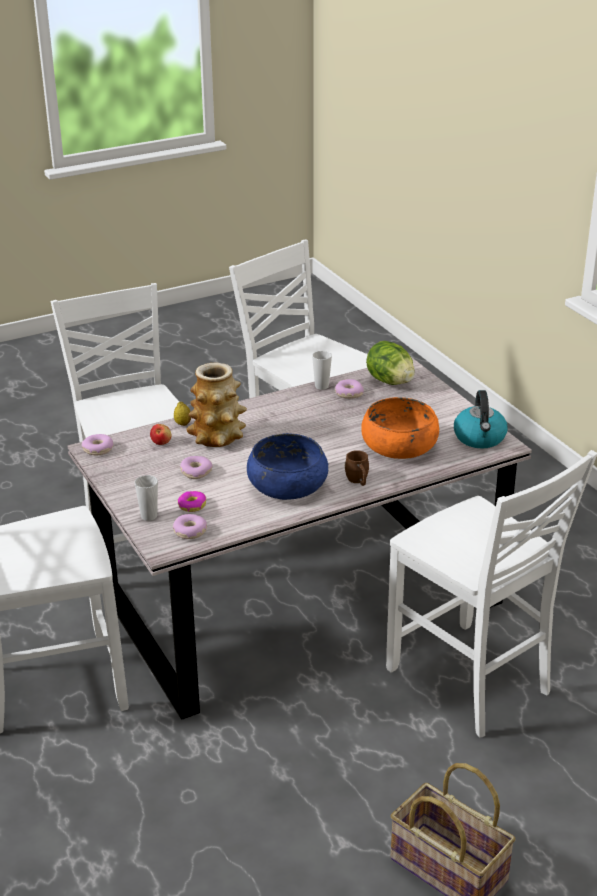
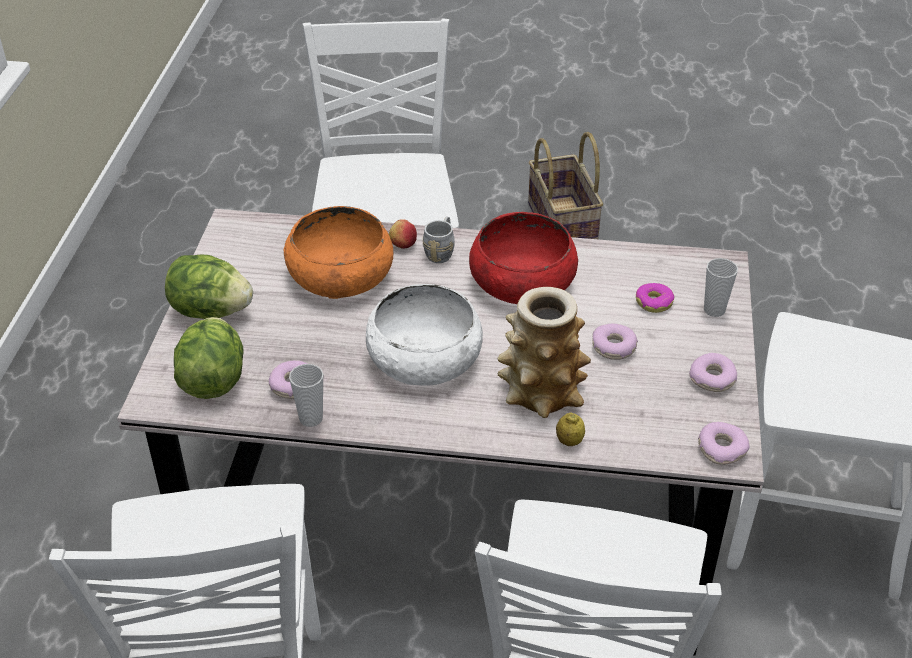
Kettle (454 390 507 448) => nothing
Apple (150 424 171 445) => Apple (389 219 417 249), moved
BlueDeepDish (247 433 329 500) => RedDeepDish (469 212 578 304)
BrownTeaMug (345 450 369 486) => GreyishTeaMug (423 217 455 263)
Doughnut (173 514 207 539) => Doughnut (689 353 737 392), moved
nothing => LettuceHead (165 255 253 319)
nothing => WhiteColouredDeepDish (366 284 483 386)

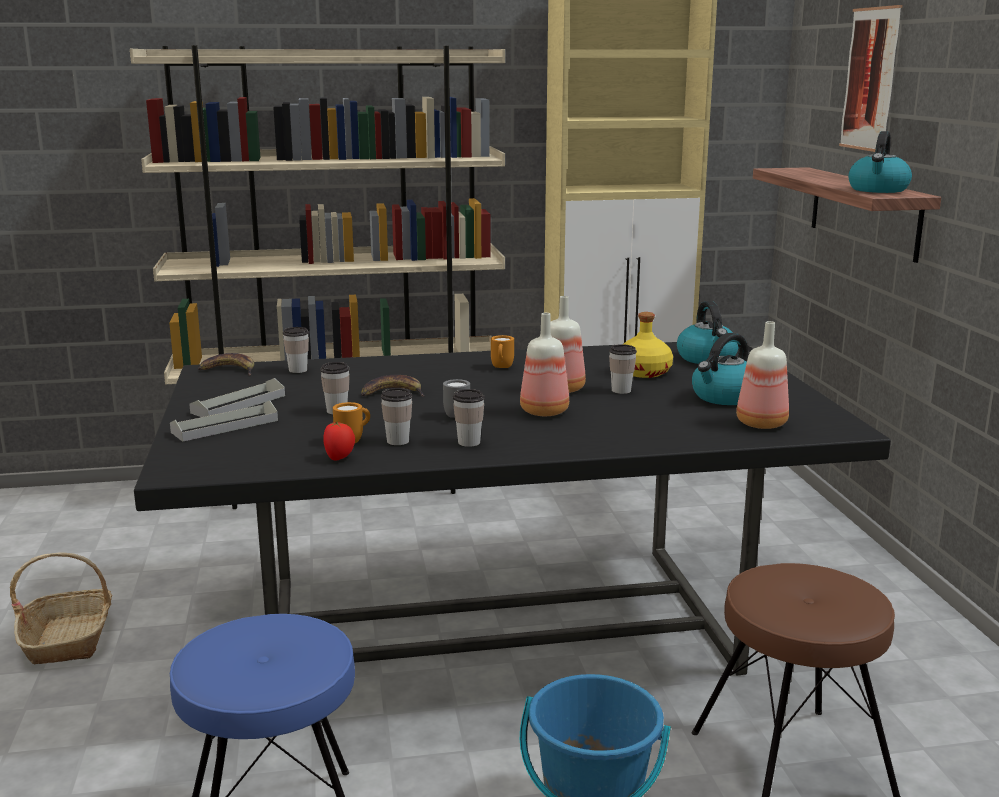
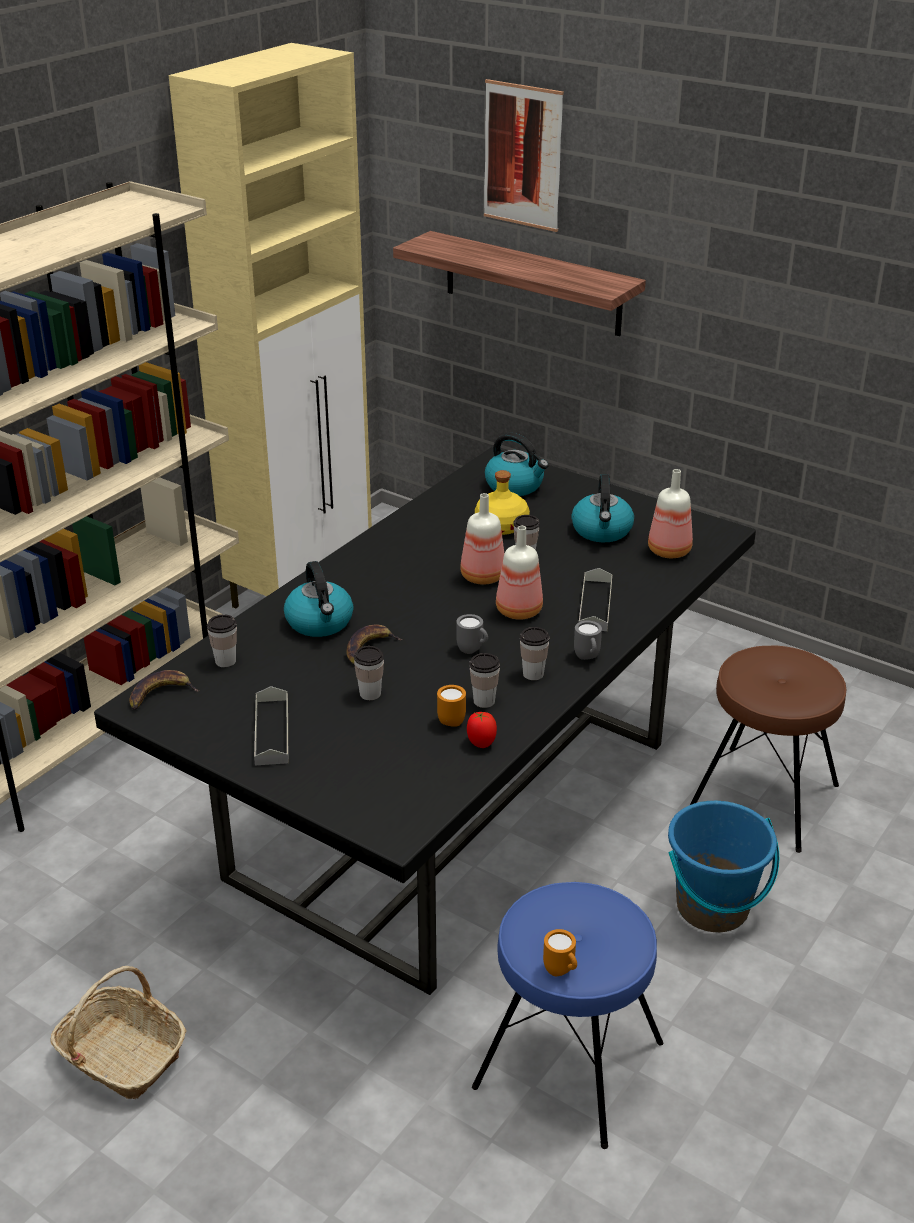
Kettle (848 131 912 193) => Kettle (284 561 353 637), moved
OrangeColouredTeaMug (491 335 514 368) => OrangeColouredTeaMug (543 929 577 976), moved
GreyishTray (170 401 278 442) => GreyishTray (579 568 612 631), moved
nothing => GreyishTeaMug (574 621 602 660)

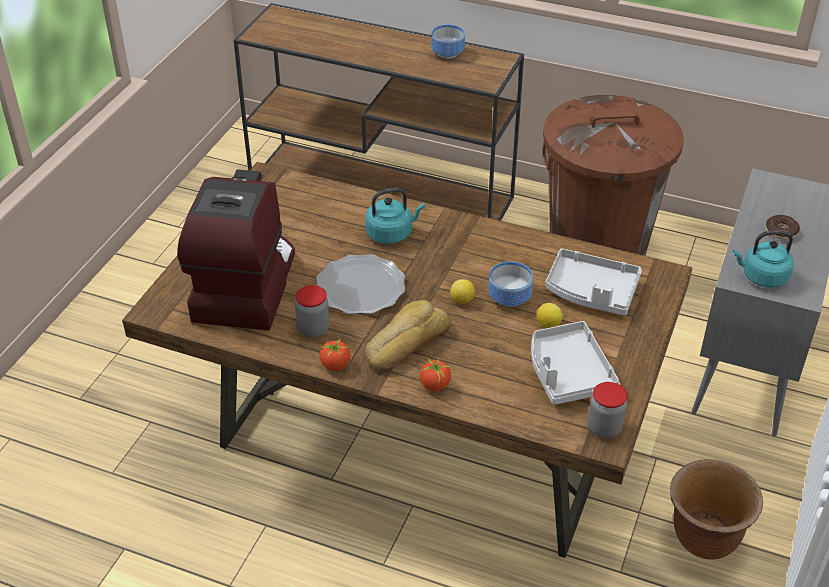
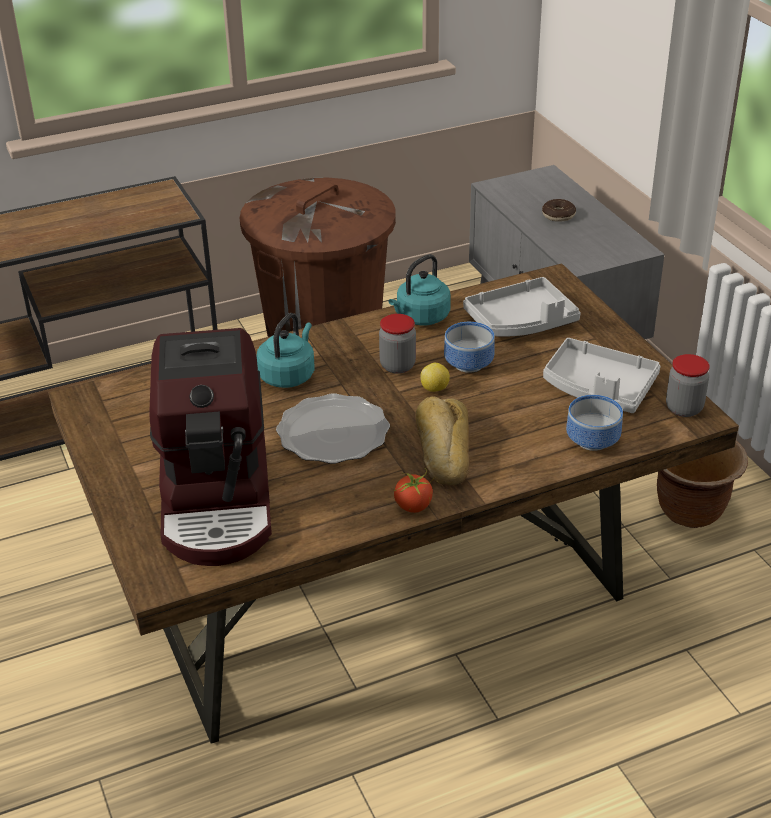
DeepDish (431 24 465 59) => DeepDish (566 395 623 451), moved
CoffeeMachine (177 169 295 331) => CoffeeMachine (150 328 272 566), 150 degrees counterclockwise
TurquoiseColouredKettle (733 231 794 288) => TurquoiseColouredKettle (389 254 451 325), moved
Jar (295 285 330 338) => Jar (379 314 416 374), moved
CitrusFruit (537 303 563 328) => nothing
Tomato (420 354 451 392) => nothing

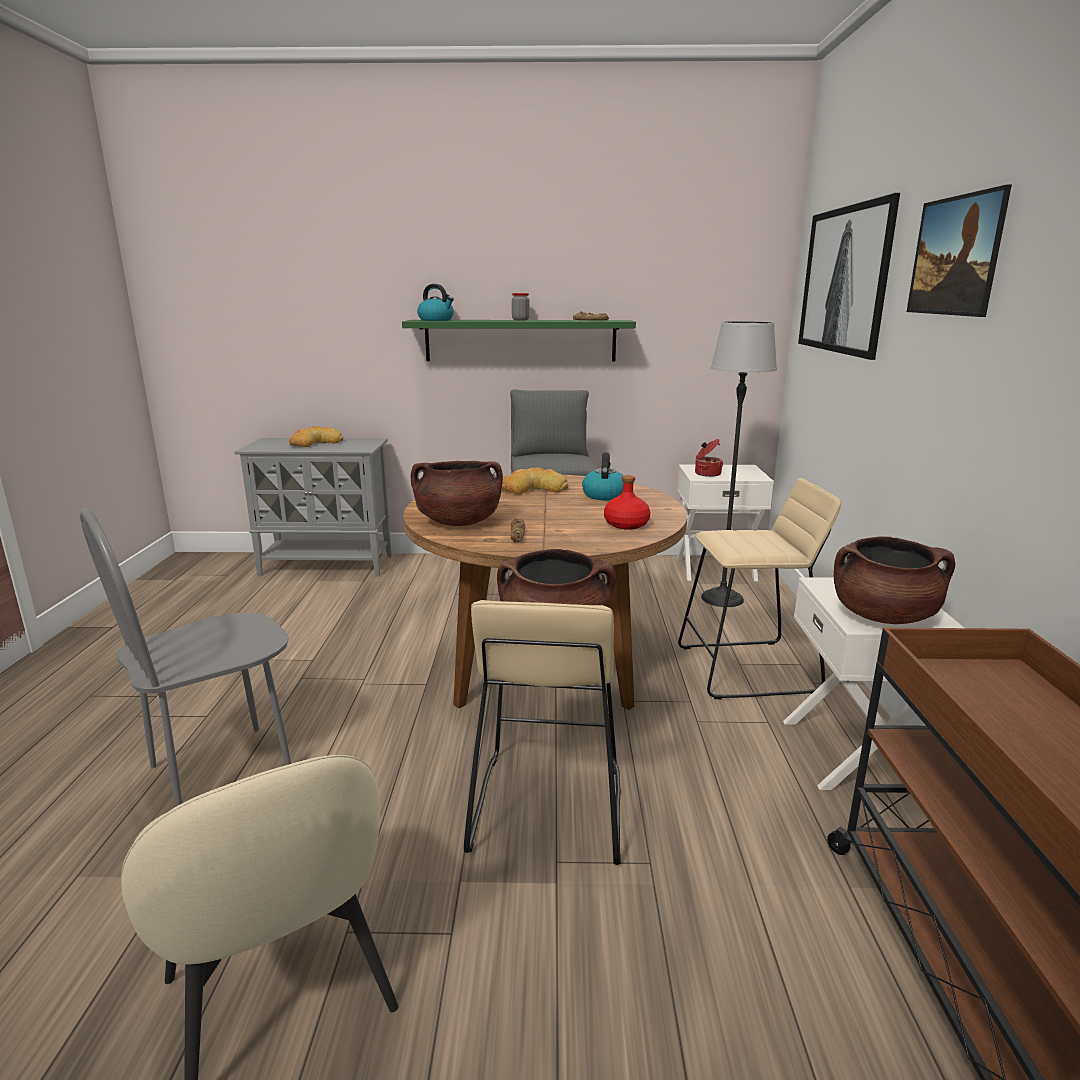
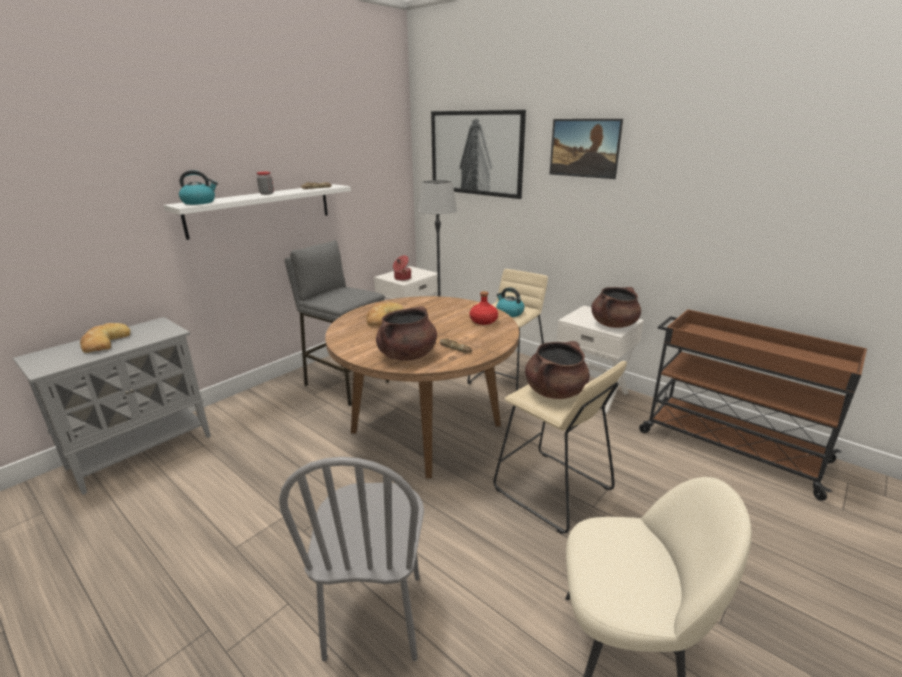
GreenishWallShelf (402 320 636 362) => WhiteColouredWallShelf (163 184 351 240)
Kettle (582 452 623 500) => Kettle (496 287 524 317), moved

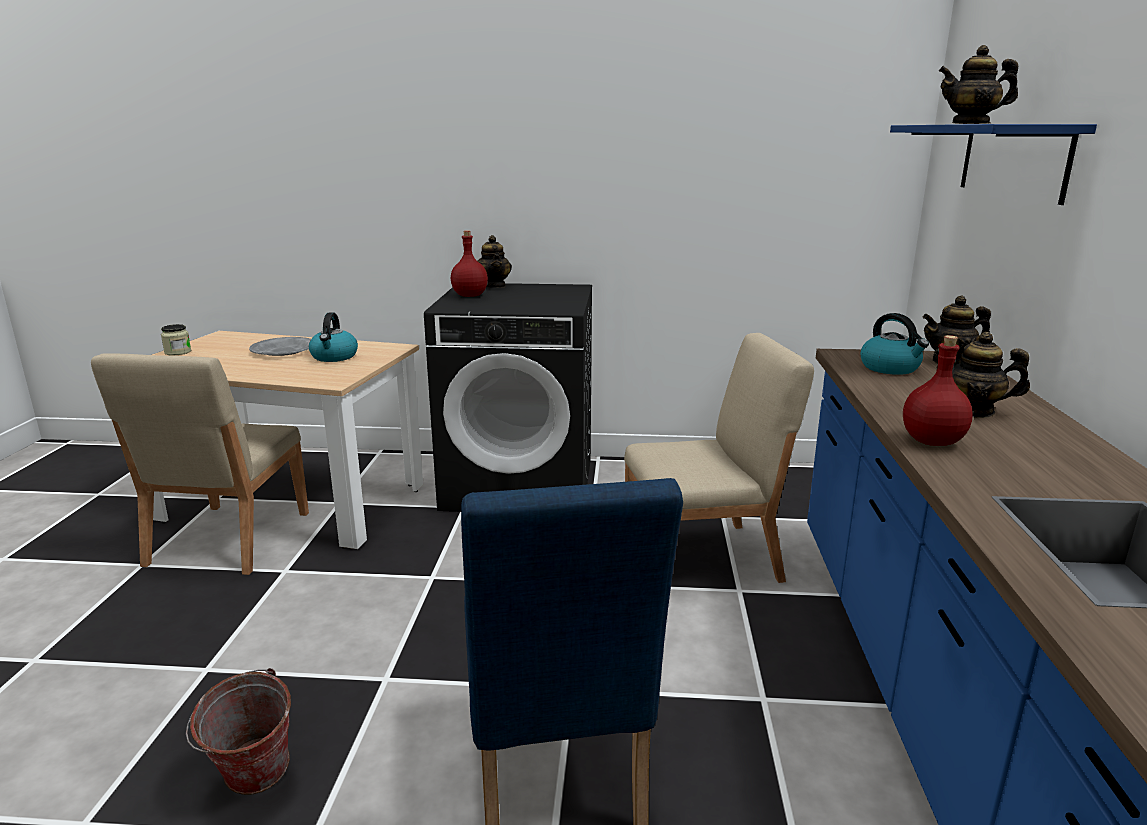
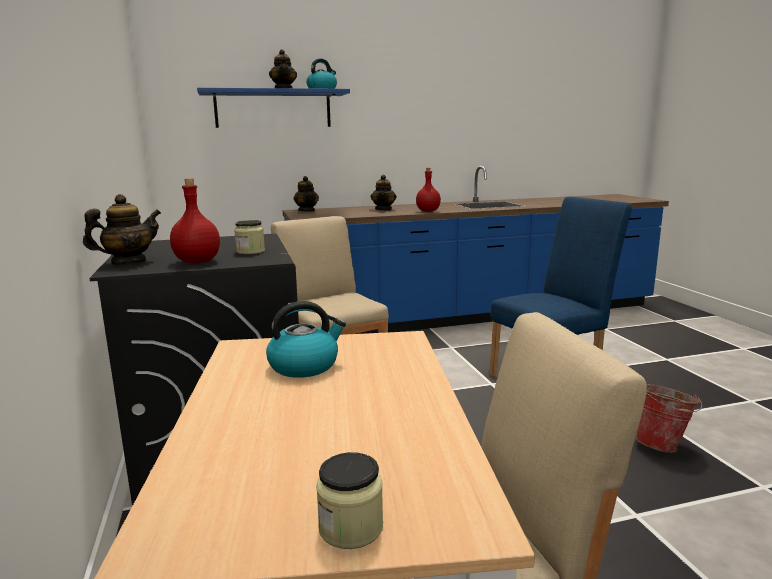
Kettle (861 313 929 375) => Kettle (306 58 337 89), moved
GreyishPlate (249 337 311 356) => nothing
nothing => Jar (234 220 265 254)

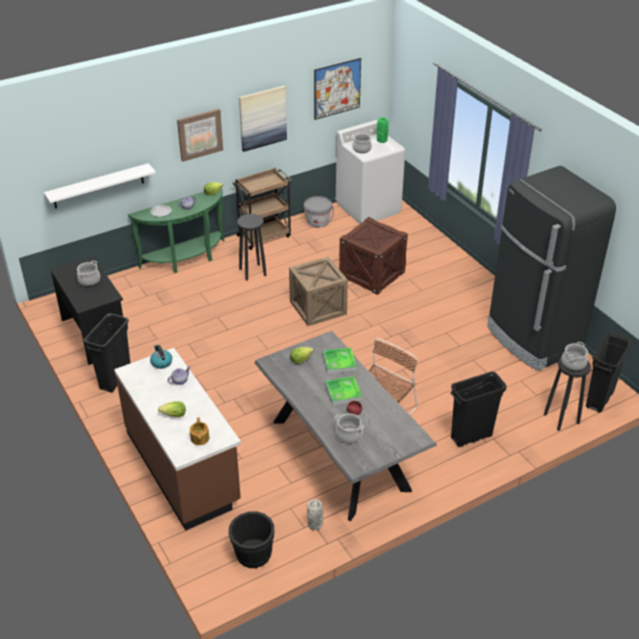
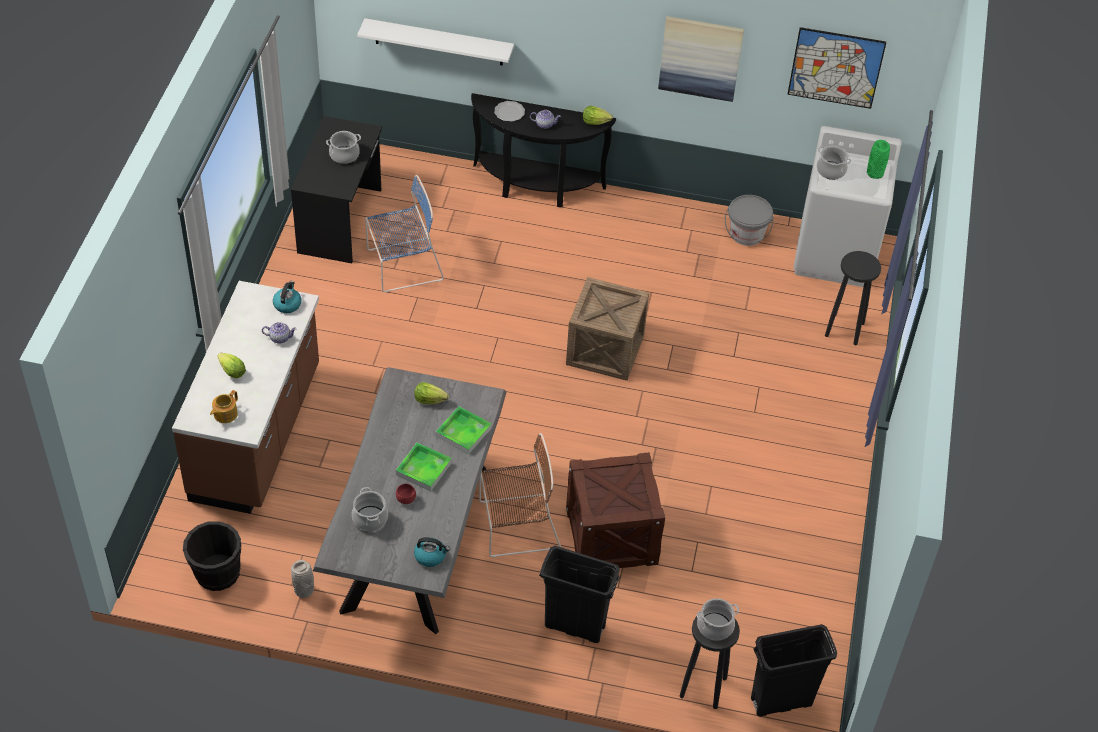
Picture (177 109 223 162) => nothing
BlackishKitchenFridge (487 166 616 371) => nothing
BrownTrolley (232 168 292 250) => nothing
GreenishHallTable (128 188 224 273) => BlackishHallTable (471 93 616 207)
BlackishStool (237 214 267 281) => BlackishStool (825 251 881 345), moved
Crate (339 217 408 295) => Crate (566 452 665 568), moved
BlackishWasteBin (84 313 130 393) => nothing
nothing => BluePlainChair (365 175 444 293)
nothing => Kettle (414 537 450 567)

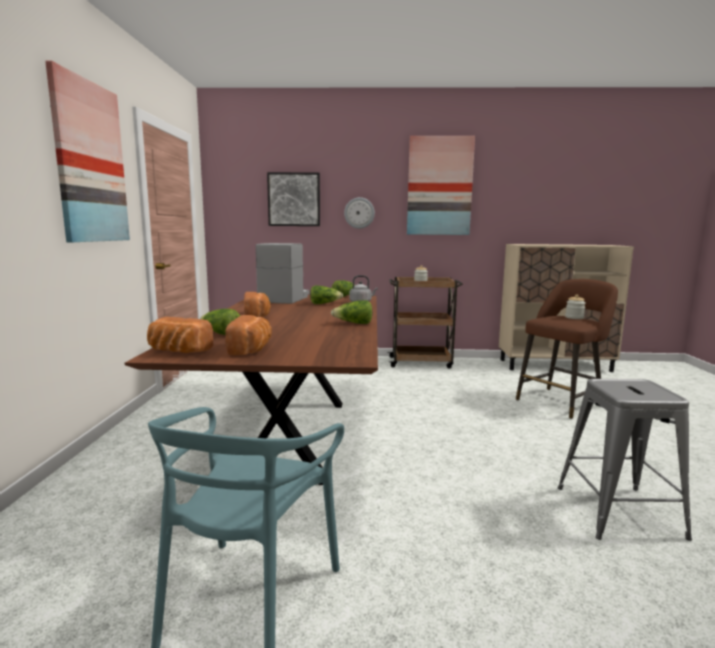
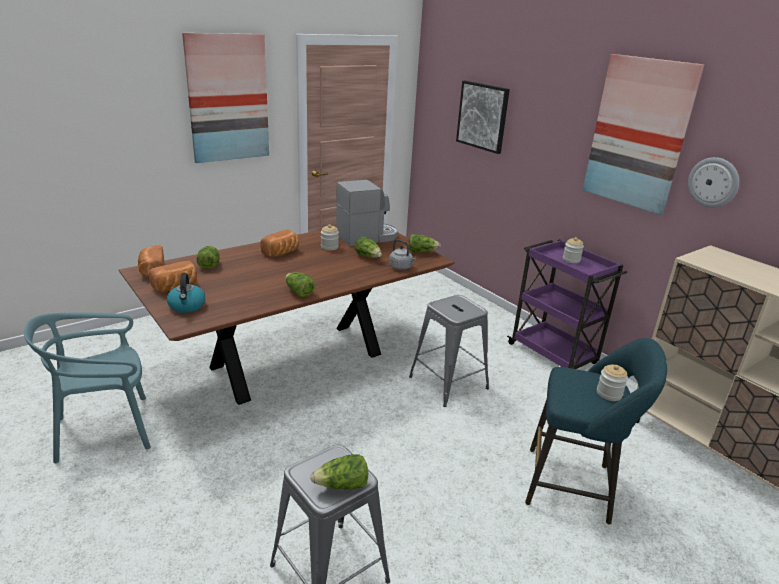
ClockOnTheWall (344 197 375 229) => ClockOnTheWall (688 157 739 208), moved
BrownTrolley (387 277 463 369) => PurplishTrolley (507 239 628 369)
BrownStool (516 279 618 419) => TurquoiseColouredStool (525 338 667 525)
nothing => Jar (321 224 339 250)
nothing => Kettle (167 273 205 313)
nothing => GreyishStool (409 295 489 407)
nothing => LettuceHead (310 454 368 490)

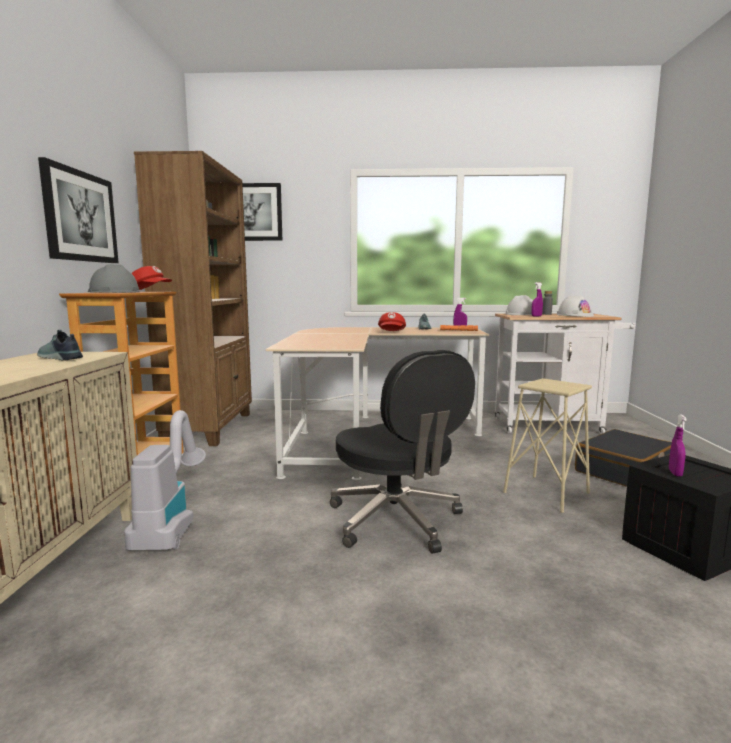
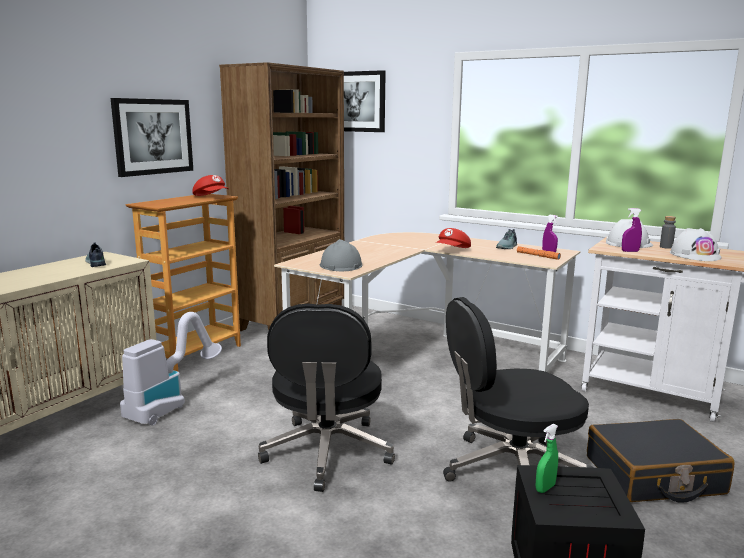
GreyishSafetyHelmet (88 264 140 293) => GreyishSafetyHelmet (320 239 362 271), moved
SandColouredStool (503 378 592 513) => BlackishDeskChair (443 297 594 482)
PurplishSprayBottle (669 414 687 477) => GreenishSprayBottle (536 424 558 493)

